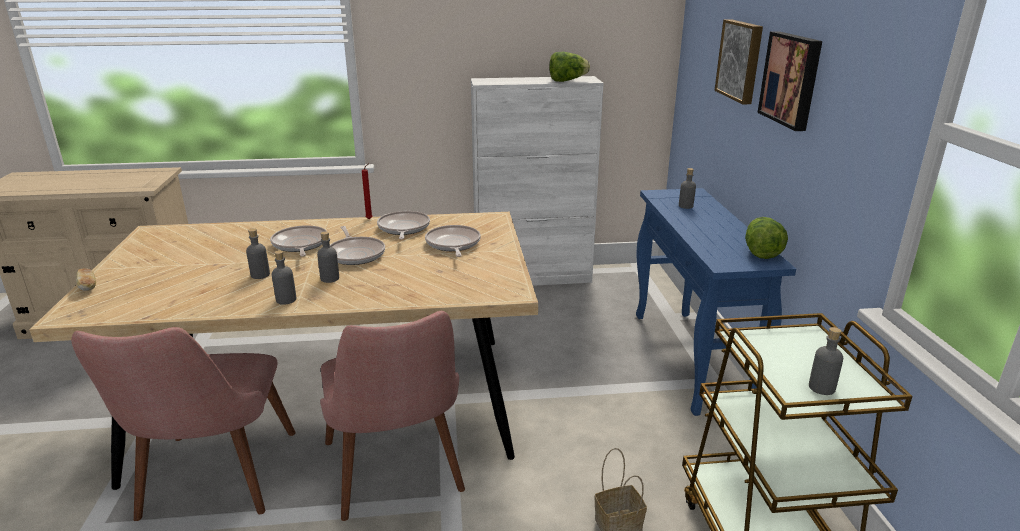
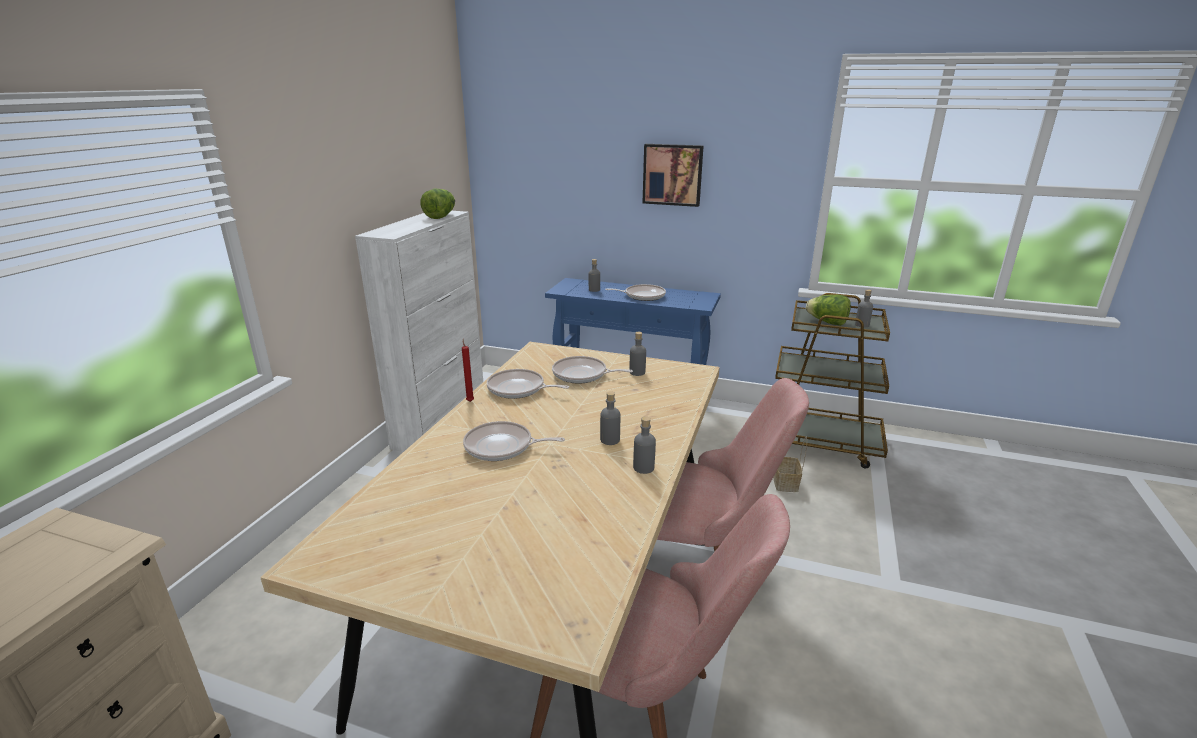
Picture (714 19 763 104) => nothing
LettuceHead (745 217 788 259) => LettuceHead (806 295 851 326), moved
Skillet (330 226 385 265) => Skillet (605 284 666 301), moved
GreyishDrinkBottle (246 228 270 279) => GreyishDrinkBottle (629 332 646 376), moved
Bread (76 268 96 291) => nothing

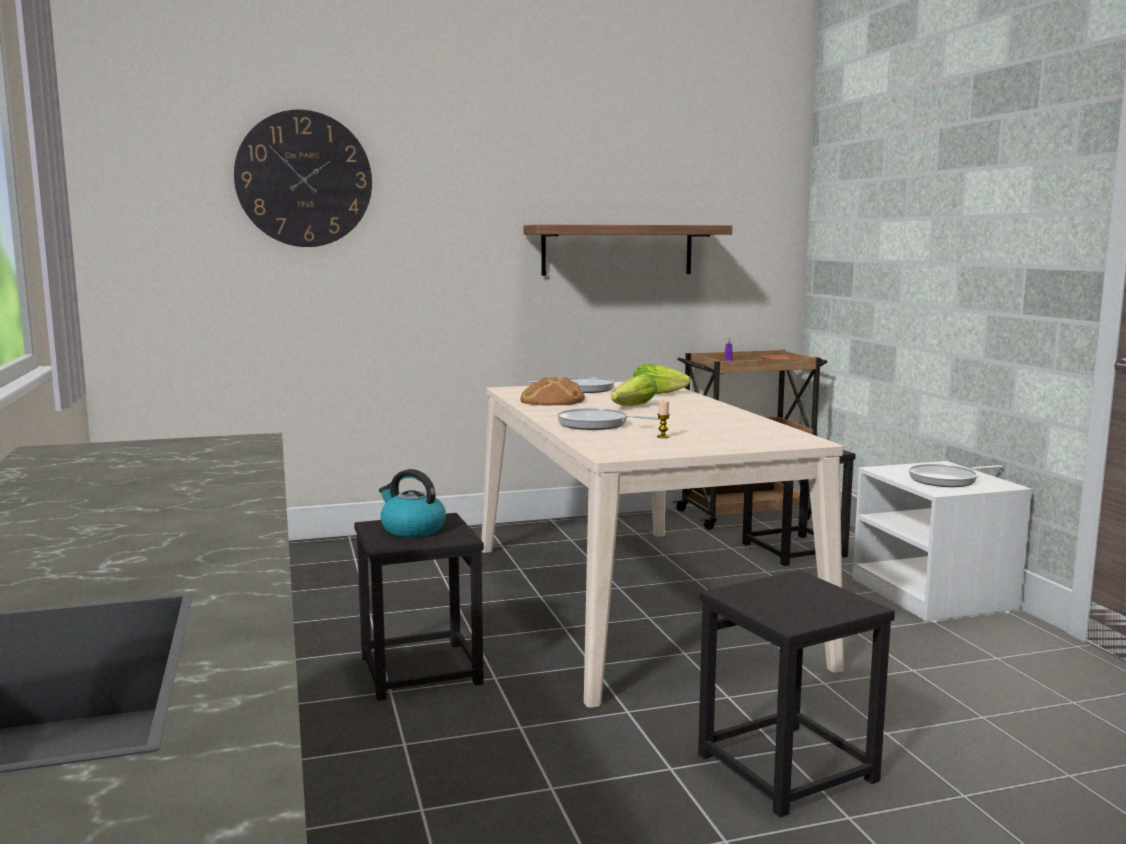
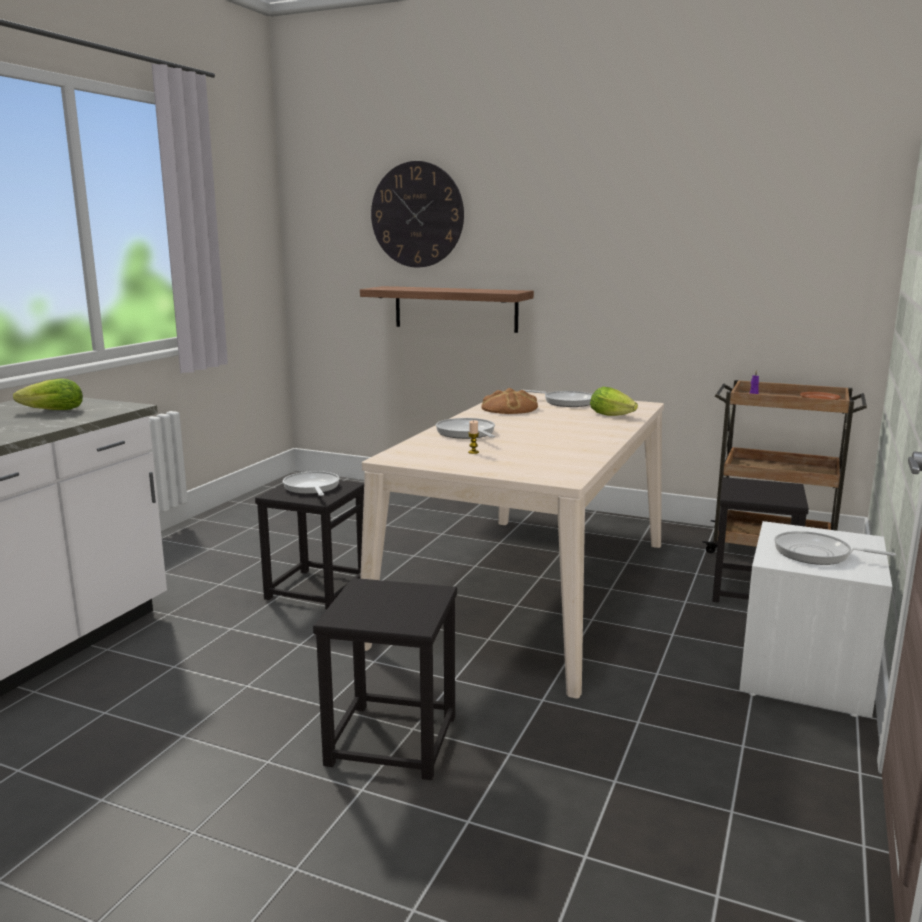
WallShelf (523 224 732 276) => WallShelf (360 286 534 333), moved
LettuceHead (611 374 657 406) => LettuceHead (13 379 83 410), moved
Kettle (379 469 446 537) => Skillet (283 471 340 496)

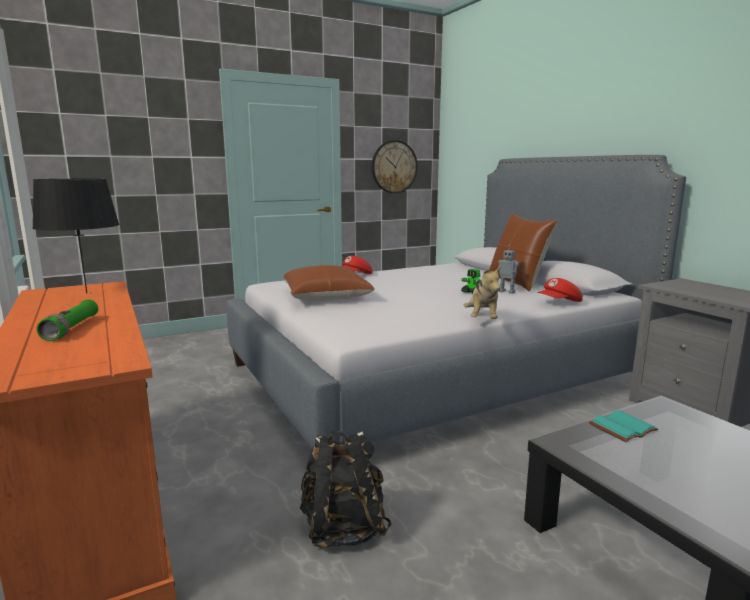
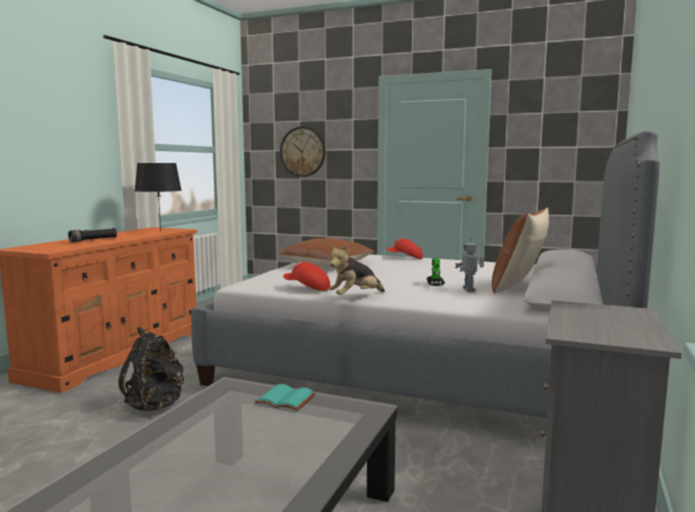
ClockOnTheWall (372 140 418 194) => ClockOnTheWall (280 127 325 177), moved
RedPeakedCap (538 278 583 302) => RedPeakedCap (283 262 330 291), moved
GreenishFlashlight (37 299 98 341) => BlackishFlashlight (68 228 117 242)

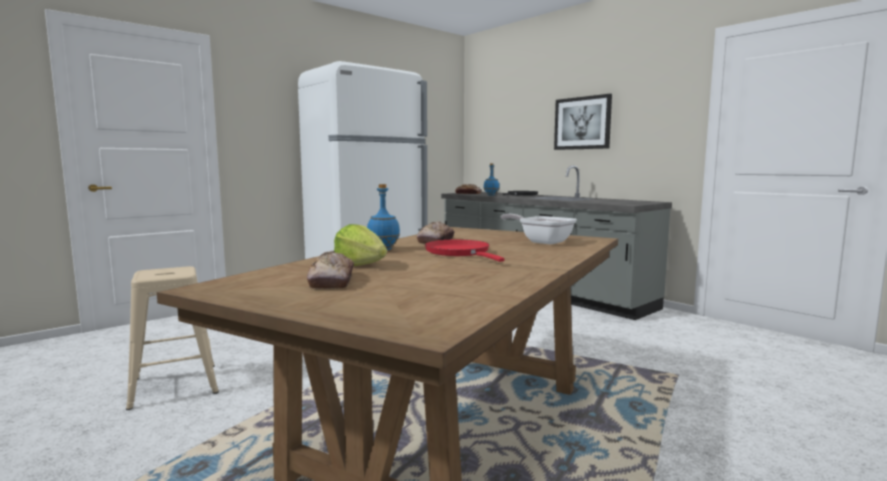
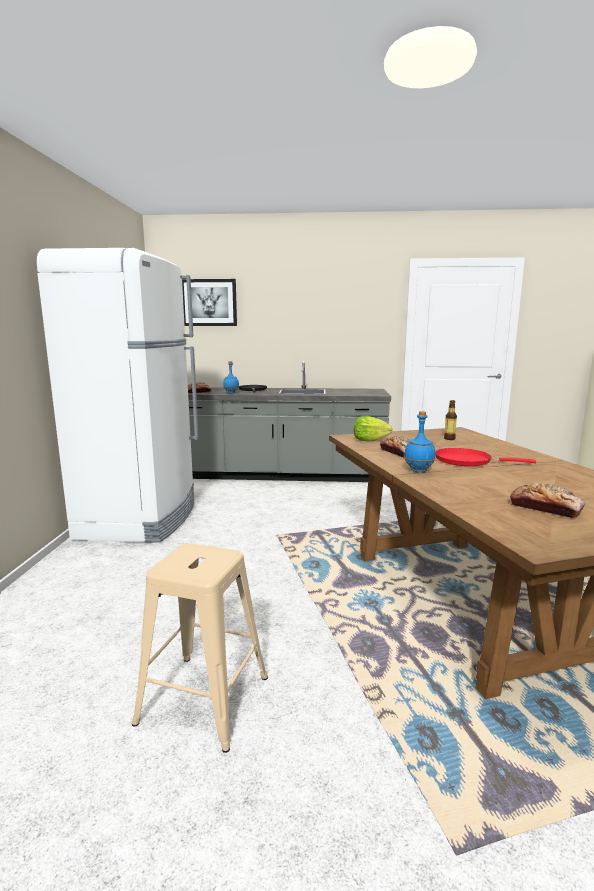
Picture (554 94 612 150) => Picture (182 279 237 326), moved
Skillet (501 214 577 245) => DrinkBottle (444 400 457 440)
LettuceHead (334 224 387 266) => LettuceHead (354 416 392 442), moved

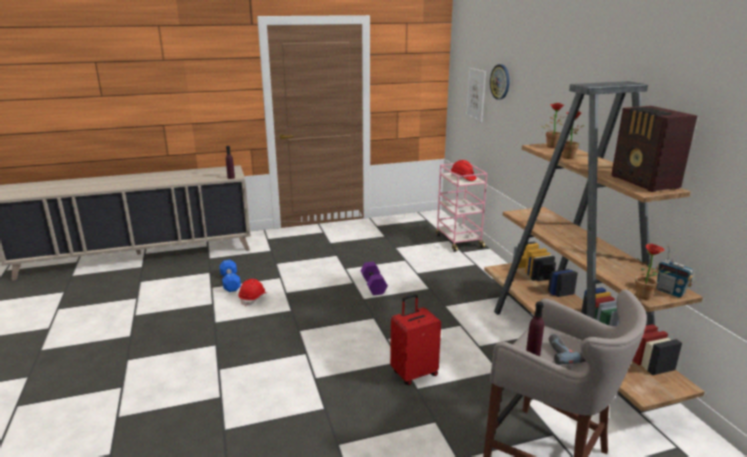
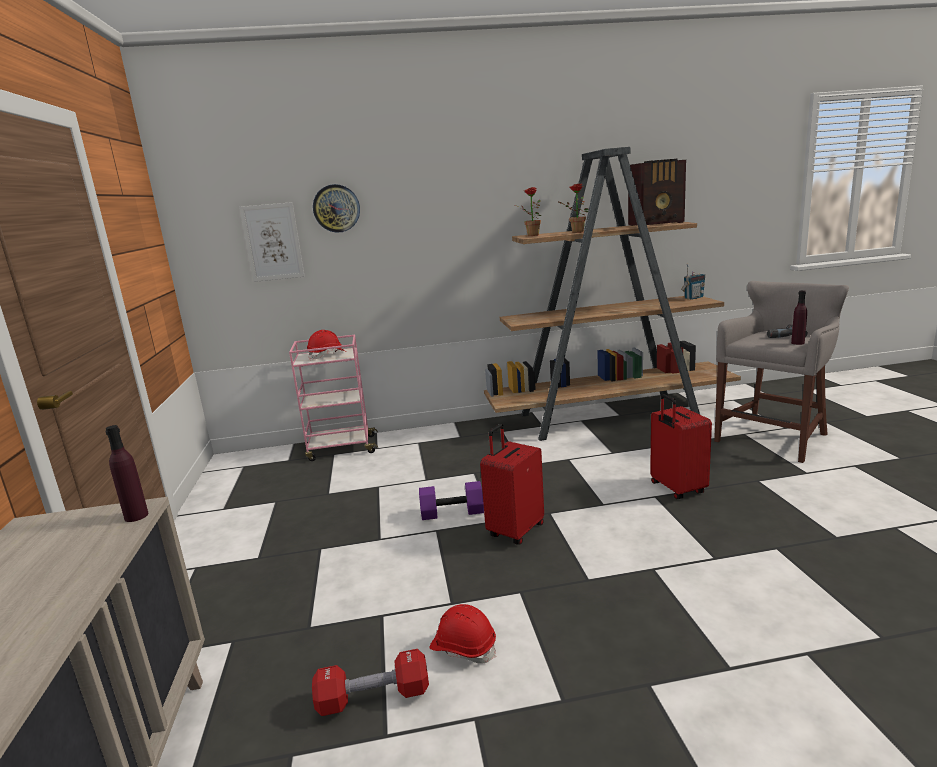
PlantInAPot (635 244 670 299) => nothing
BlueDumbbell (219 260 241 292) => RedDumbbell (312 649 429 716)
nothing => RedTravelCase (480 424 544 545)

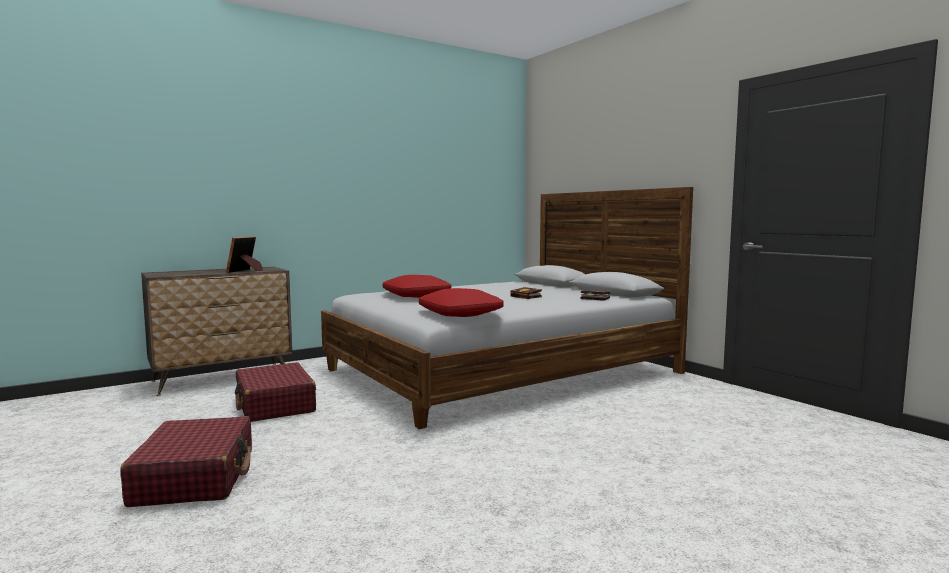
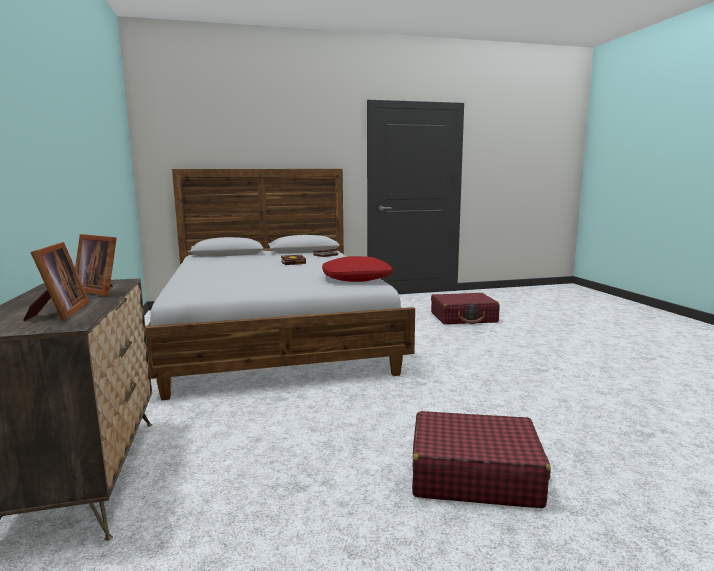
RedCushion (383 275 451 298) => nothing
RedTravelCase (235 362 316 422) => RedTravelCase (431 293 500 324), moved
nothing => PictureFrame (23 242 90 321)

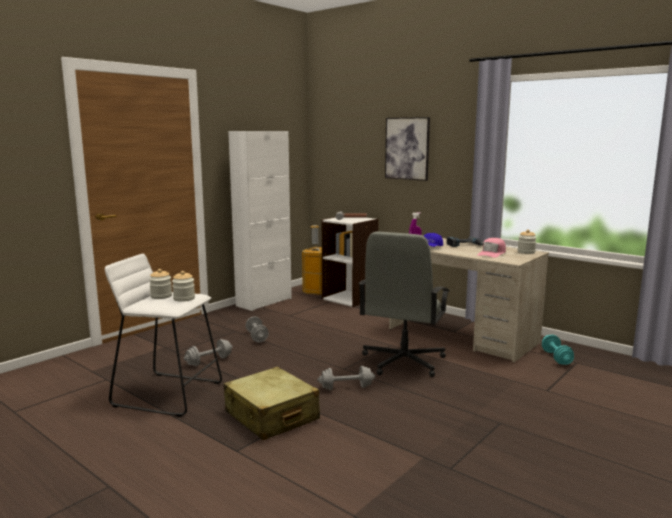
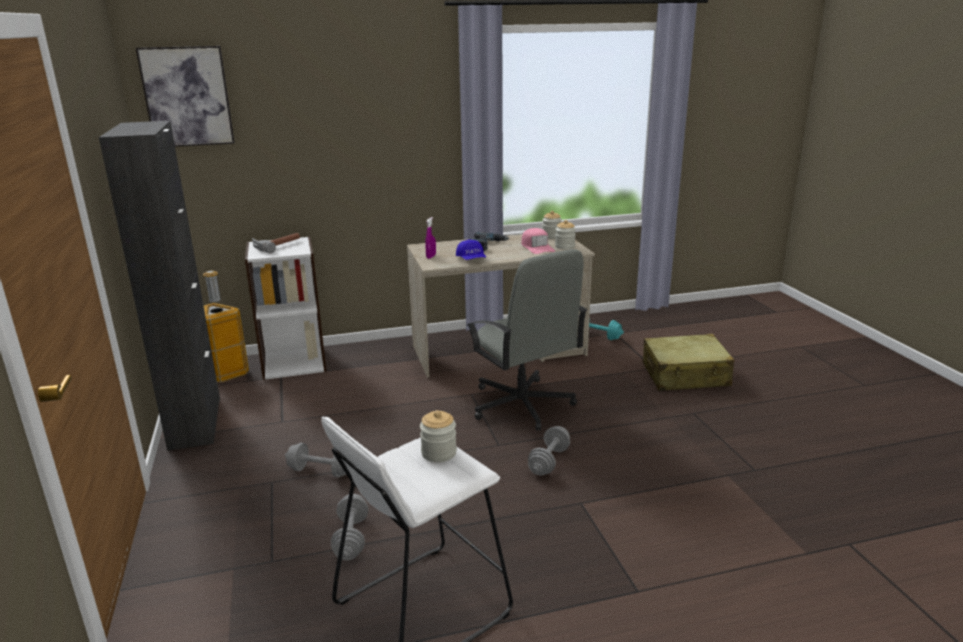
Picture (385 117 430 181) => Picture (136 46 235 147), moved
WhiteColouredStorageCabinet (228 131 292 311) => BlackishStorageCabinet (99 121 220 451)
Jar (149 269 172 299) => Jar (555 220 576 249), moved
SandColouredTravelCase (224 367 320 440) => SandColouredTravelCase (643 334 734 391), moved

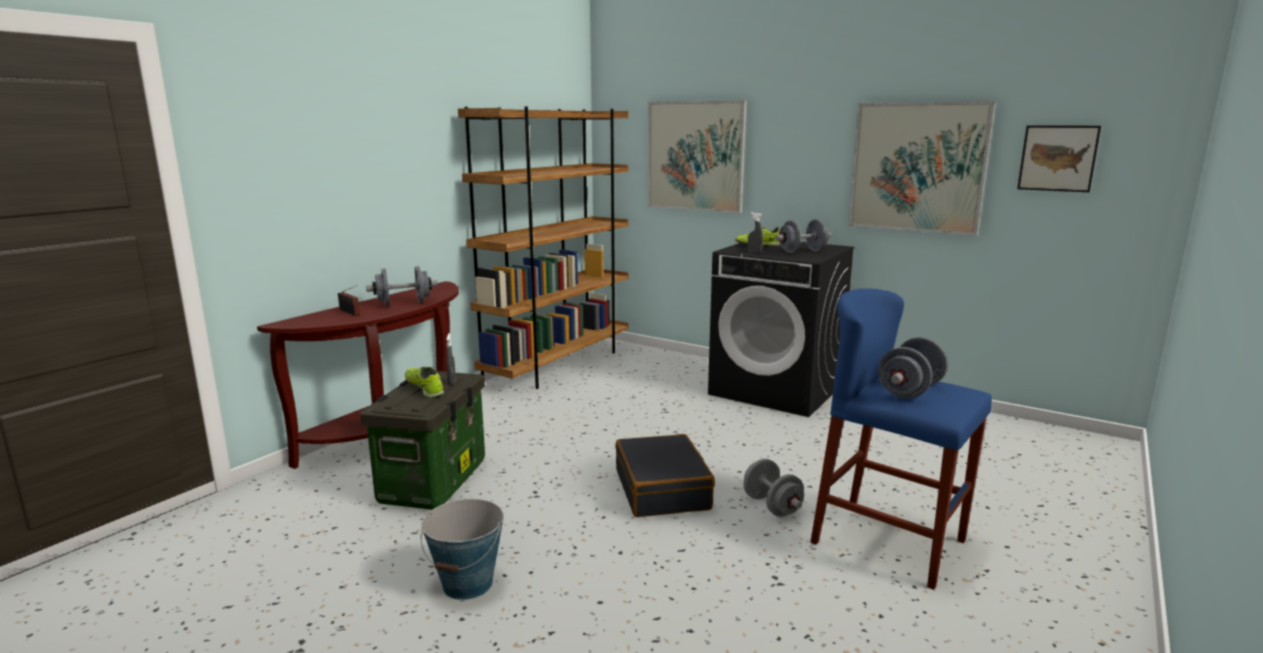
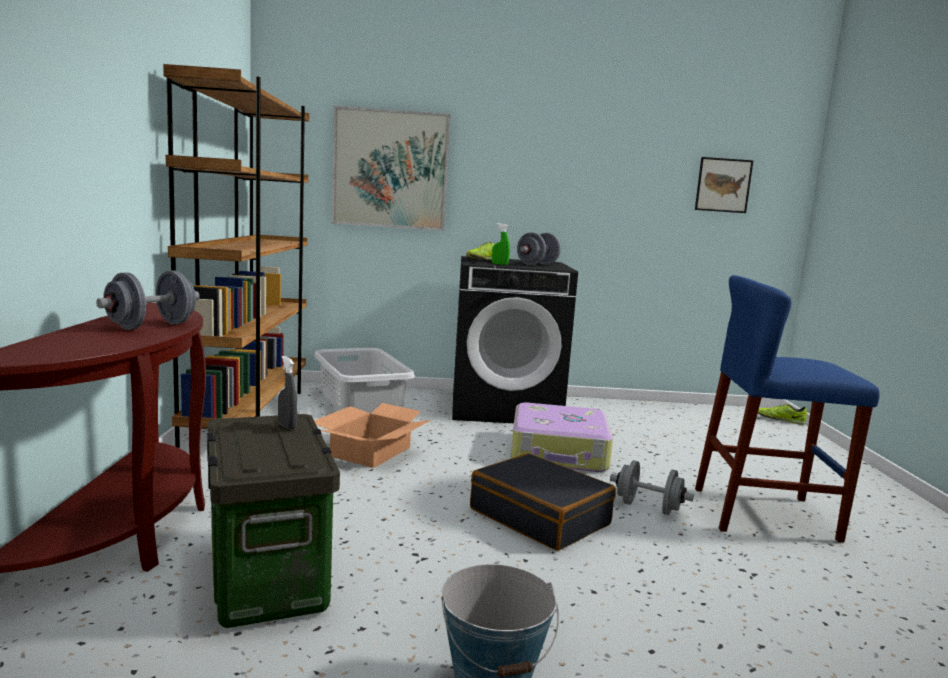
Picture (848 101 996 236) => nothing
GreyishSprayBottle (748 212 763 253) => GreenishSprayBottle (492 223 510 265)
RadioSet (338 285 360 316) => nothing
GreyishDumbbell (878 337 948 399) => nothing
ItemOfFootwear (405 367 444 398) => ItemOfFootwear (758 404 807 425), moved
nothing => GreyishLaundryBasket (314 348 415 413)
nothing => Carton (314 403 431 468)
nothing => TravelCase (511 403 613 472)

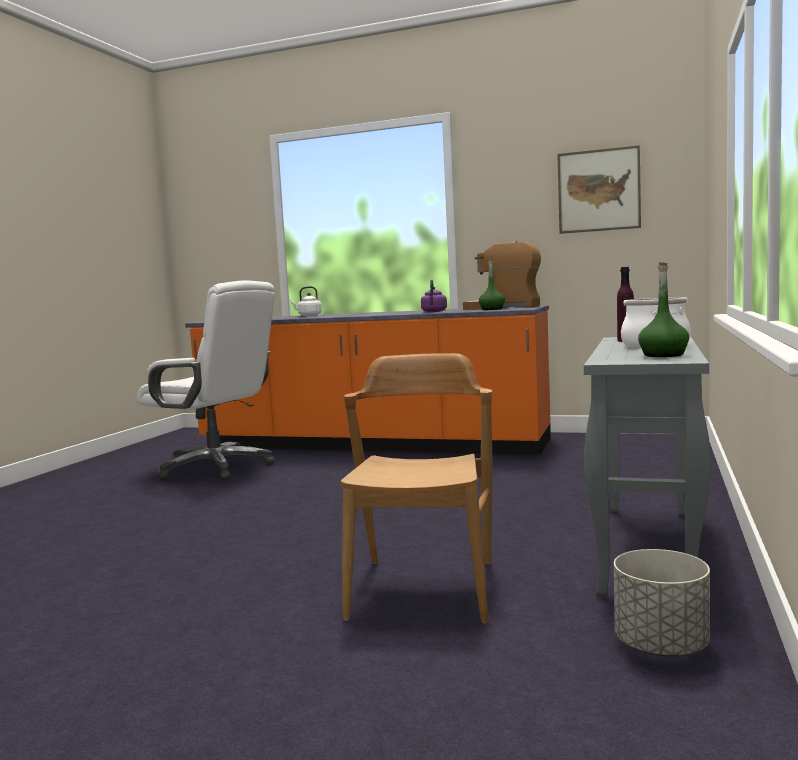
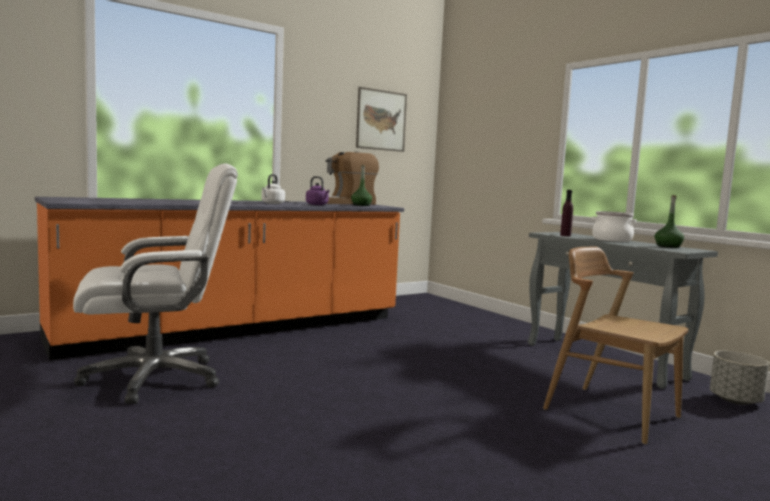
WhiteColouredKettle (290 286 322 316) => WhiteColouredKettle (261 174 285 204), moved

